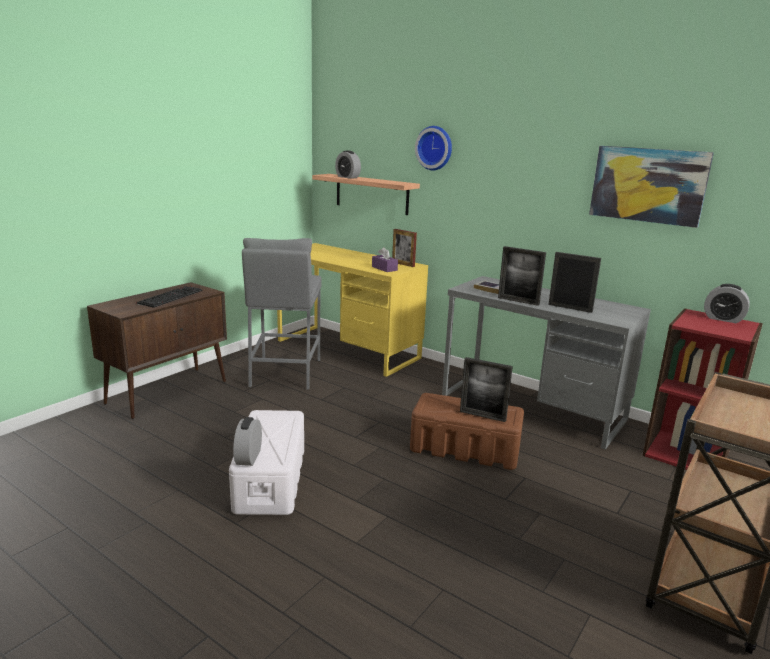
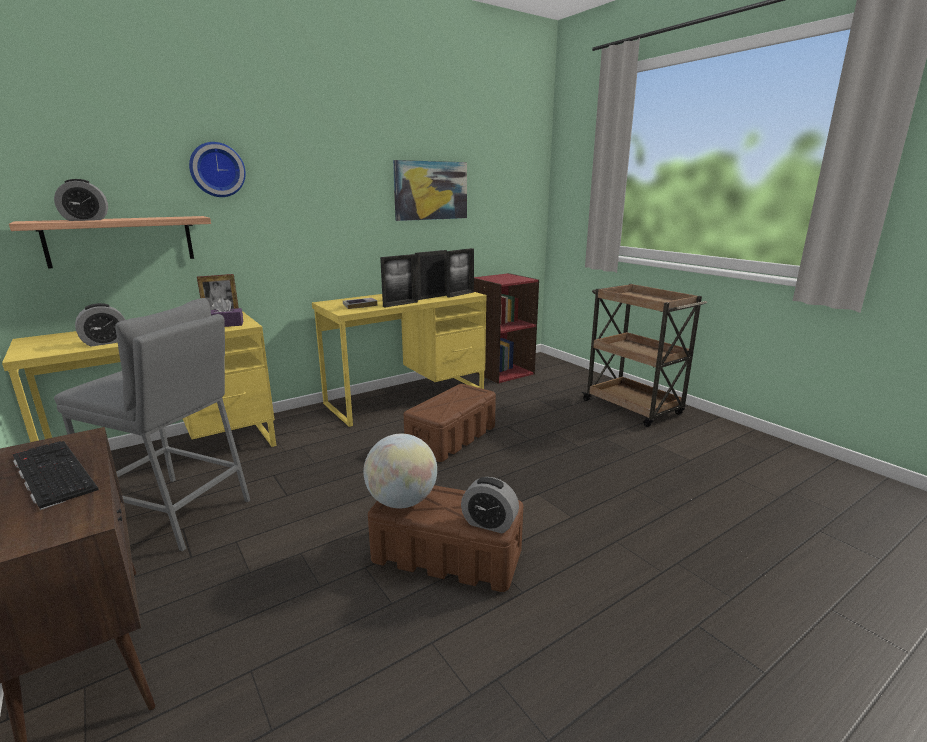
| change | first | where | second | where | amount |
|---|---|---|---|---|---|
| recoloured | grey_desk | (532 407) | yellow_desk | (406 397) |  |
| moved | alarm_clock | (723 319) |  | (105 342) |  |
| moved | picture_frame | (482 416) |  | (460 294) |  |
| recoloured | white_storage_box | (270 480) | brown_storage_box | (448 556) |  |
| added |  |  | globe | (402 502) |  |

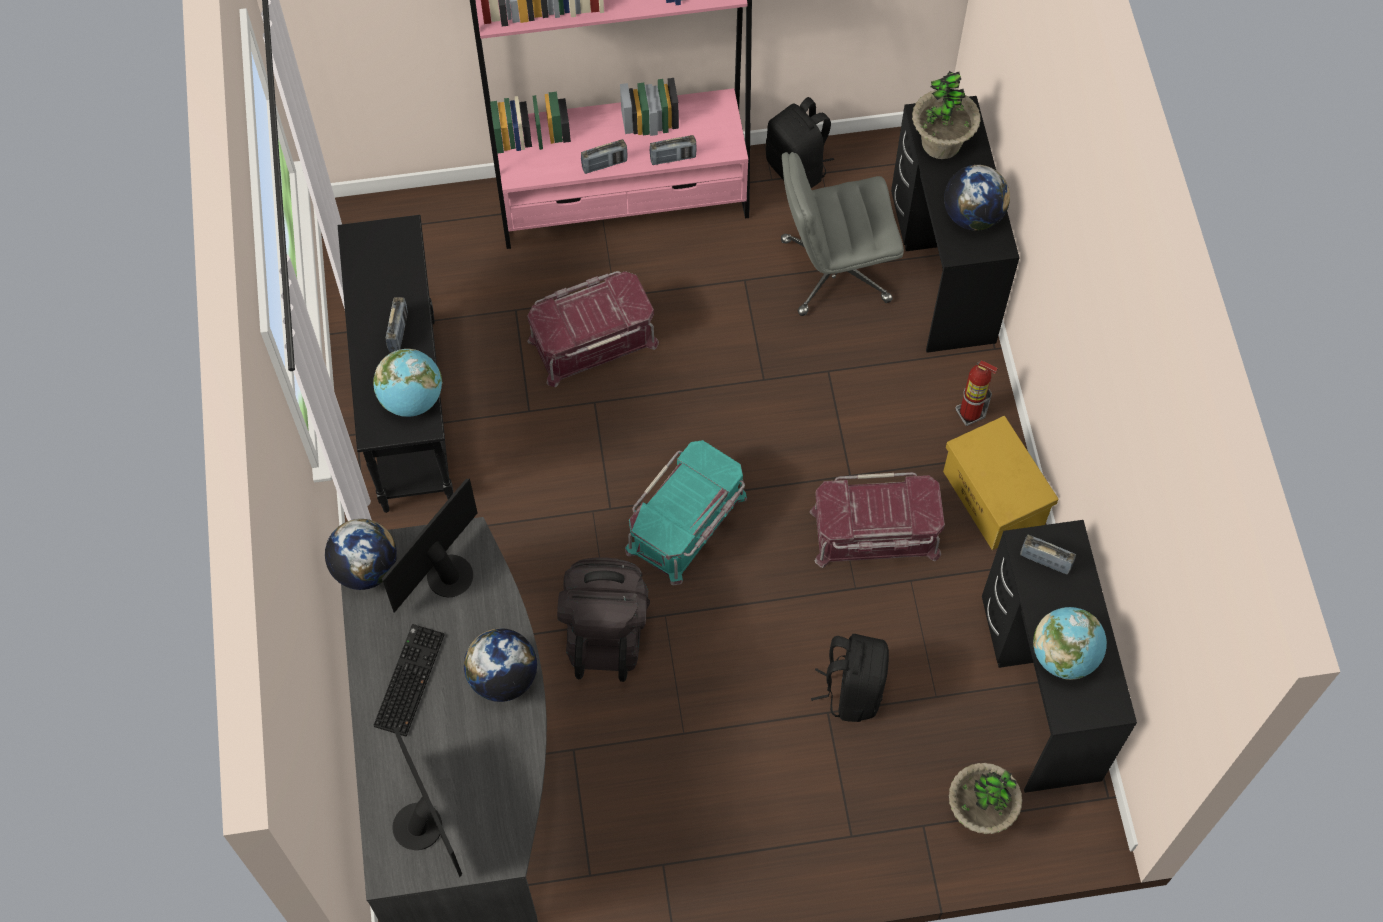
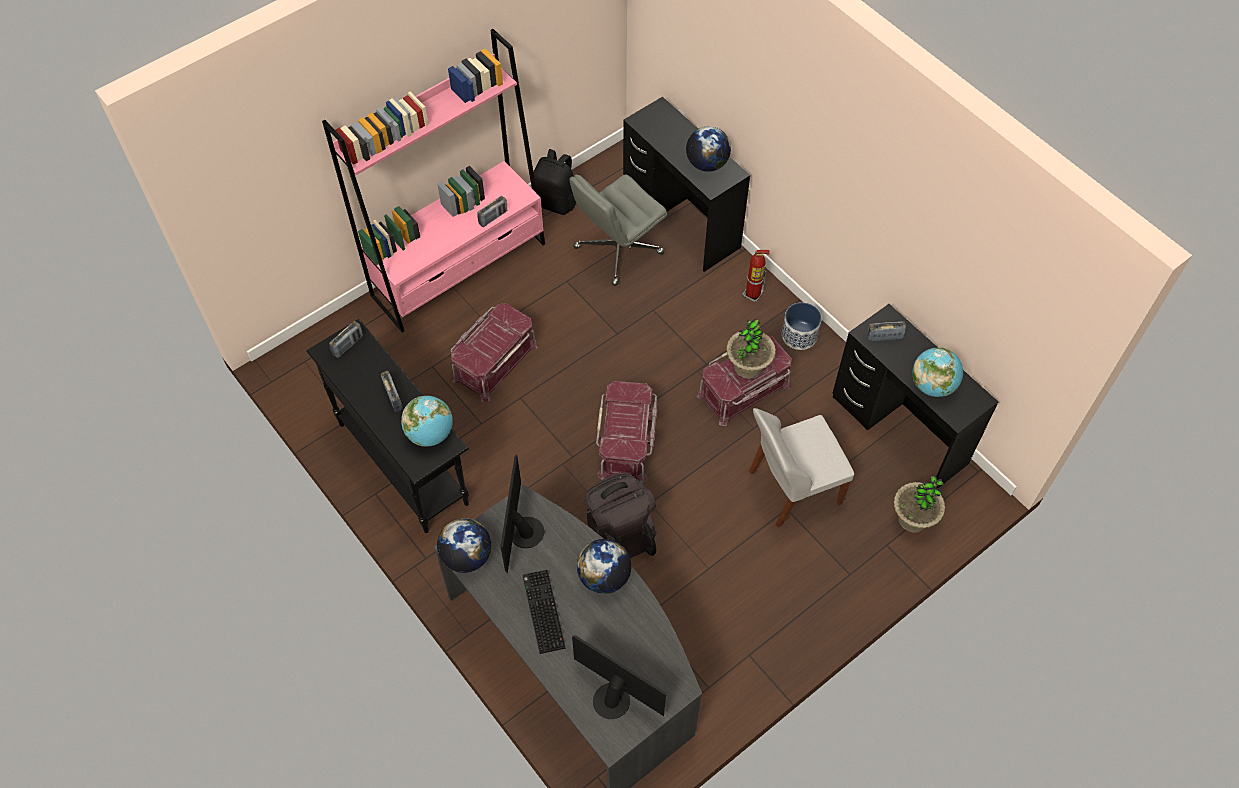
| change | first | where | second | where | amount |
|---|---|---|---|---|---|
| moved | potted_plant | (941 143) |  | (748 367) |  |
| moved | radio | (604 164) |  | (348 345) |  |
| replaced | yellow_storage_box | (994 498) | planter | (799 335) |  |
| recoloured | turquoise_storage_box | (687 524) | red_storage_box | (627 441) |  |
| replaced | black_backpack | (852 690) | white_chair | (792 488) |  |

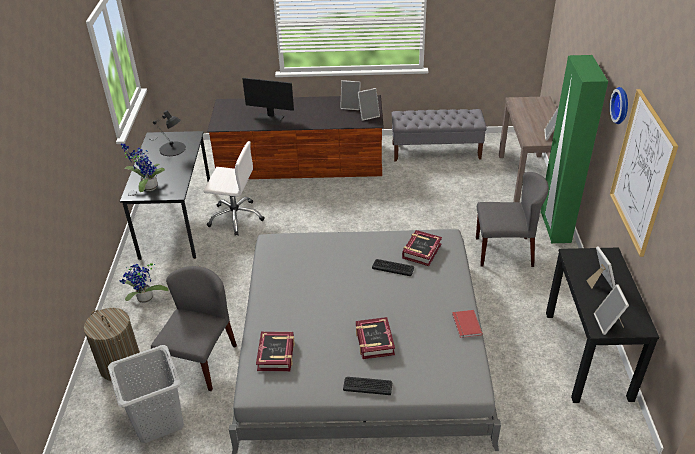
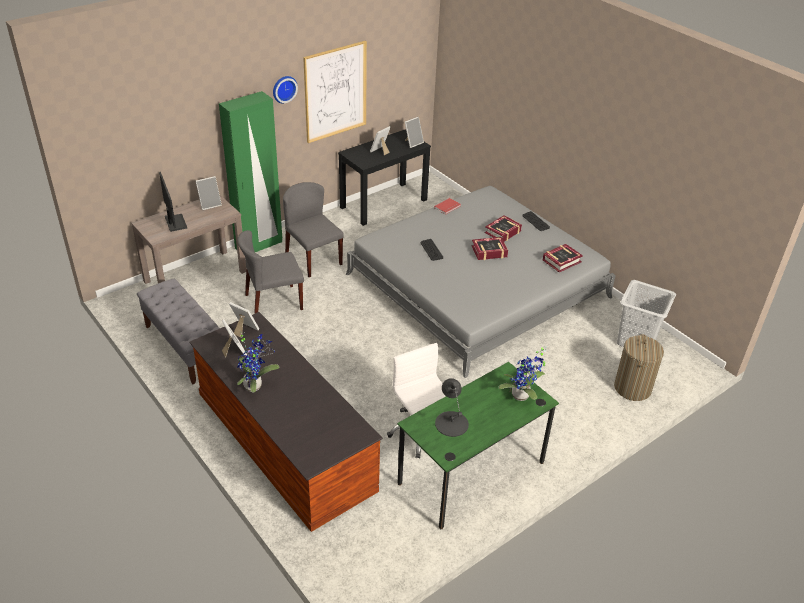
| change | first | where | second | where | amount |
|---|---|---|---|---|---|
| moved | monitor | (269 119) |  | (175 222) |  |
| recoloured | black_desk | (177 222) | green_desk | (471 473) |  |
| moved | book | (421 251) |  | (489 252) |  |
| moved | potted_plant | (145 300) |  | (255 385) |  |
| moved | grey_chair | (200 361) |  | (273 302) |  |

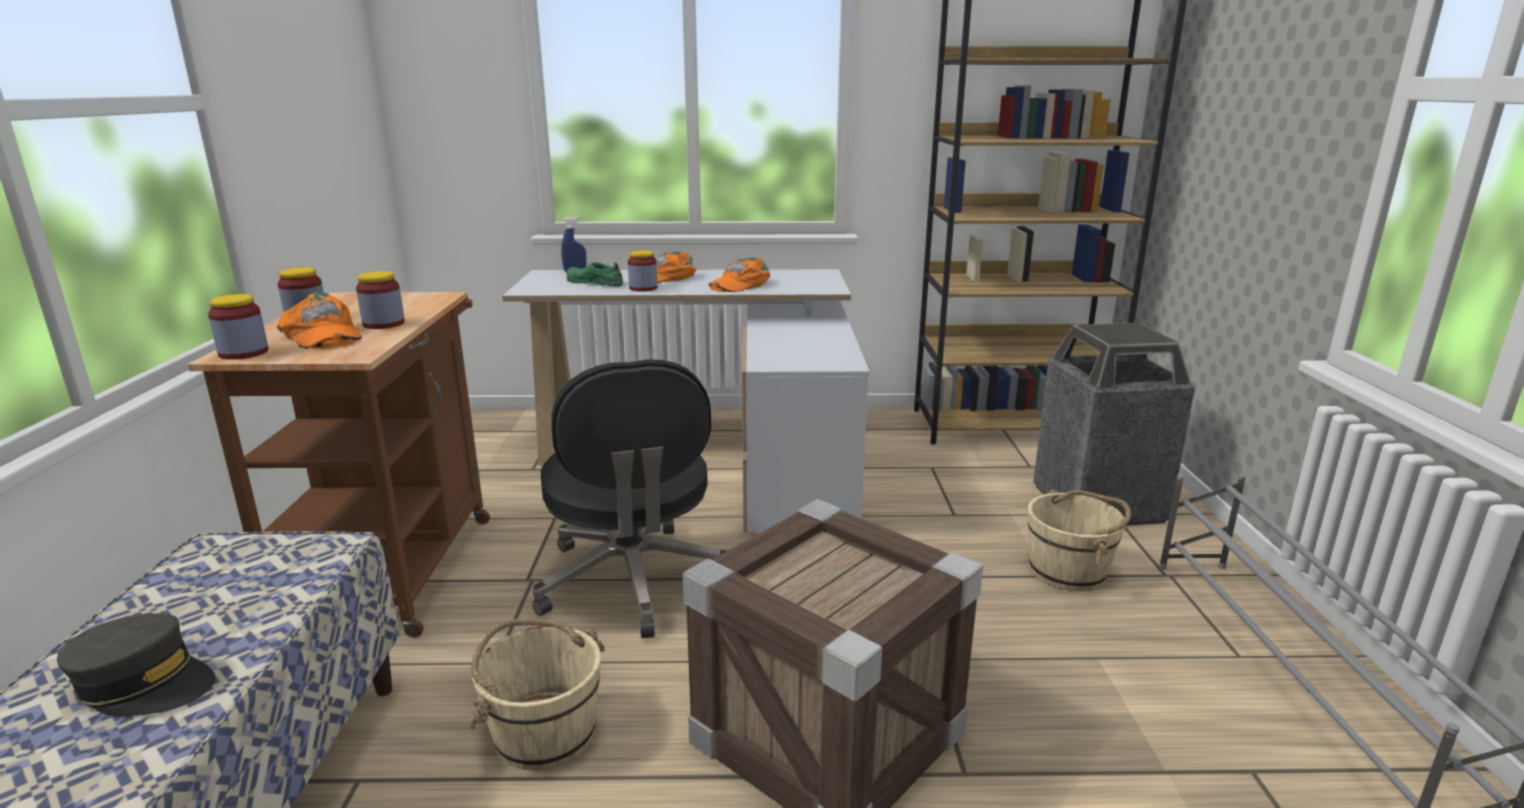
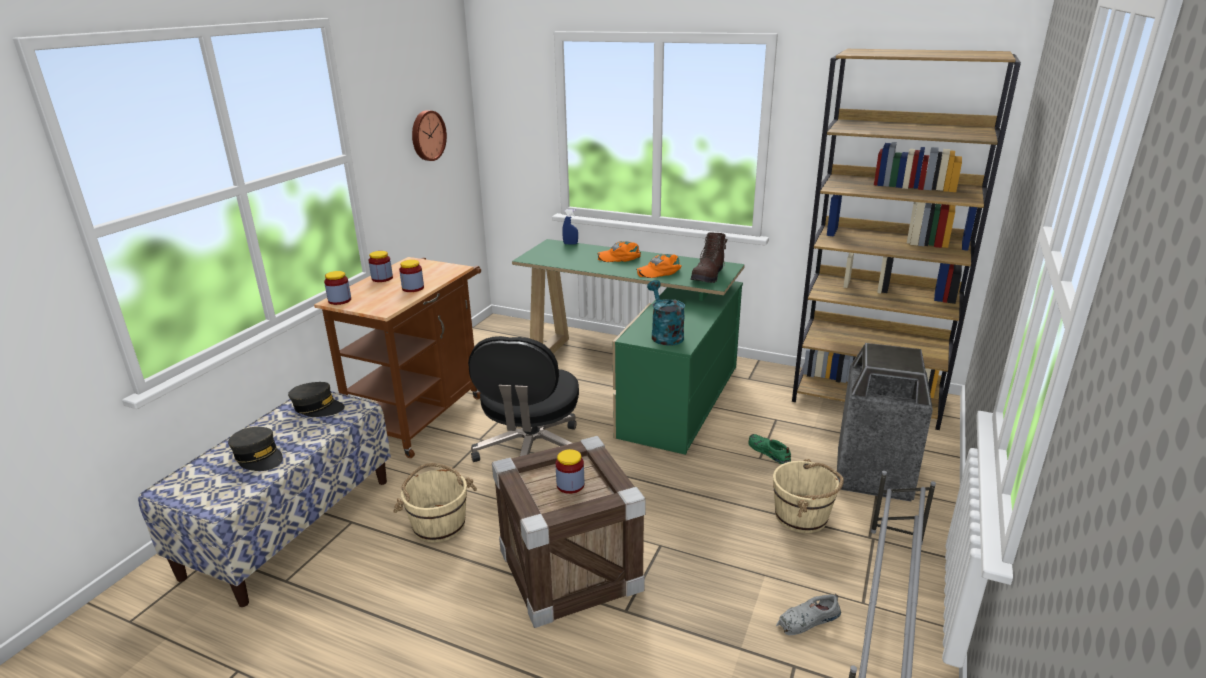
| change | first | where | second | where | amount |
|---|---|---|---|---|---|
| moved | jar | (643 288) |  | (570 485) |  |
| moved | green_shoe | (594 282) |  | (768 452) |  |
| recoloured | white_desk | (716 456) | green_desk | (637 381) |  |
| removed | orange_cap | (321 335) |  |  |  |
| added |  |  | wall_clock | (427 135) |  |
| added |  |  | brown_boot | (708 276) |  |
| added |  |  | turquoise_watering_can | (664 334) |  |
| added |  |  | grey_cap | (317 407) |  |
| added |  |  | grey_shoe | (807 620) |  |

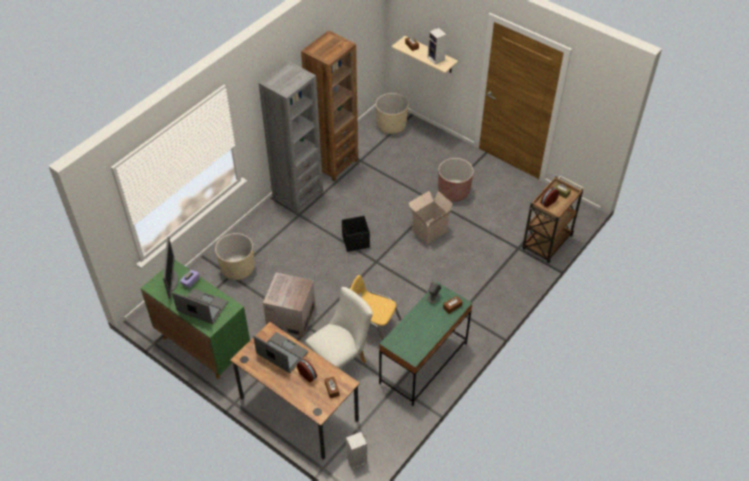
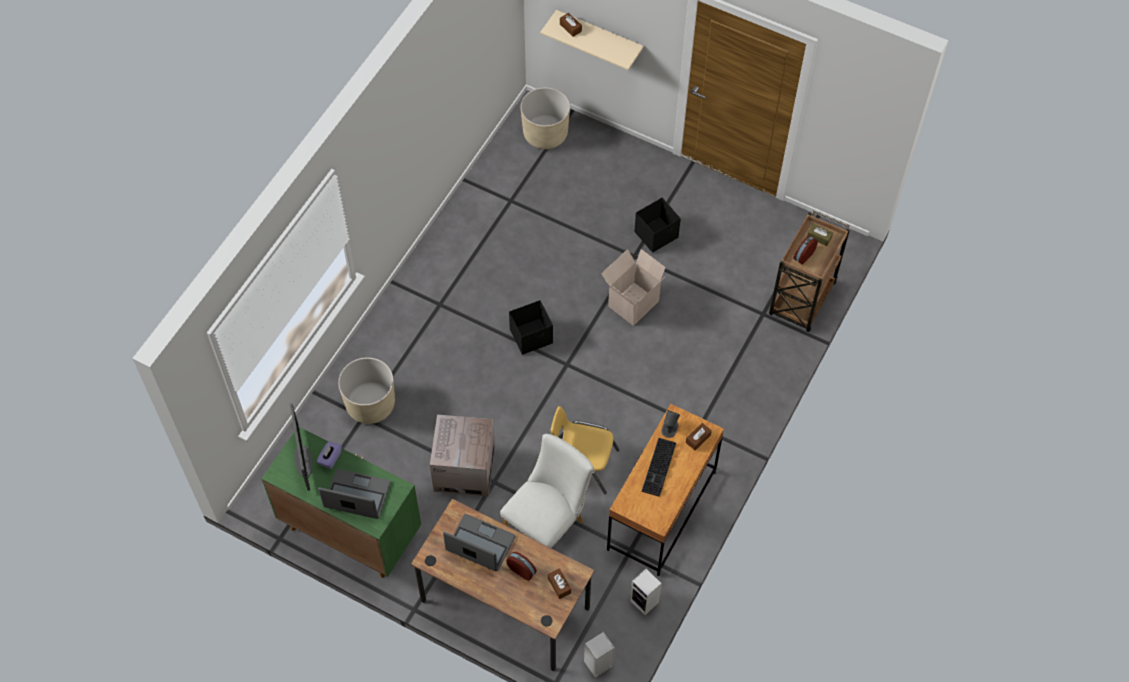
| change | first | where | second | where | amount |
|---|---|---|---|---|---|
| moved | speaker | (436 59) |  | (645 602) |  |
| removed | brown_bookcase | (333 163) |  |  |  |
| removed | grey_bookcase | (298 195) |  |  |  |
| replaced | brown_planter | (453 192) | black_storage_box | (657 235) |  |
| recoloured | green_desk | (423 363) | brown_desk | (661 511) |  |
| added |  |  | keyboard | (659 468) |  |

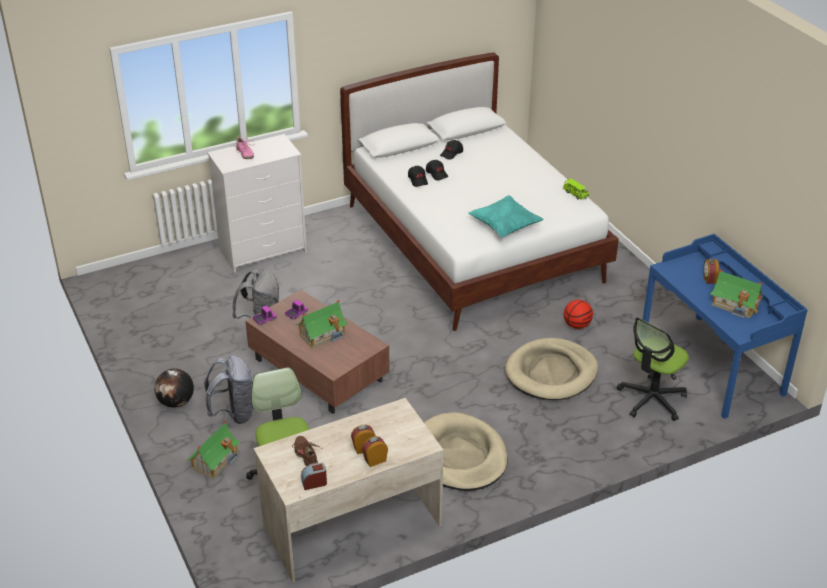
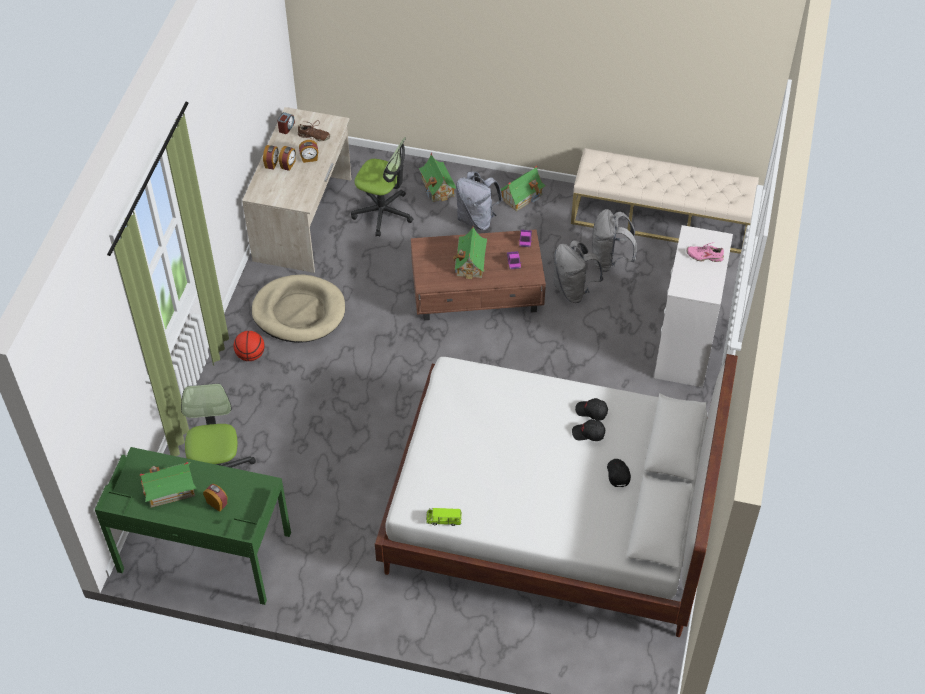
| change | first | where | second | where | amount |
|---|---|---|---|---|---|
| removed | turquoise_pillow | (505 226) |  |  |  |
| recoloured | blue_desk | (712 364) | green_desk | (204 553) |  |
| moved | basketball | (577 325) |  | (250 355) |  |
| removed | beige_dog_bed | (551 373) |  |  |  |
| replaced | globe | (176 402) | toy_house | (522 196) |  |
| added |  |  | alarm_clock | (309 158) |  |
| added |  |  | beige_bench | (661 219) |  |
| added |  |  | grey_backpack | (610 260) |  |

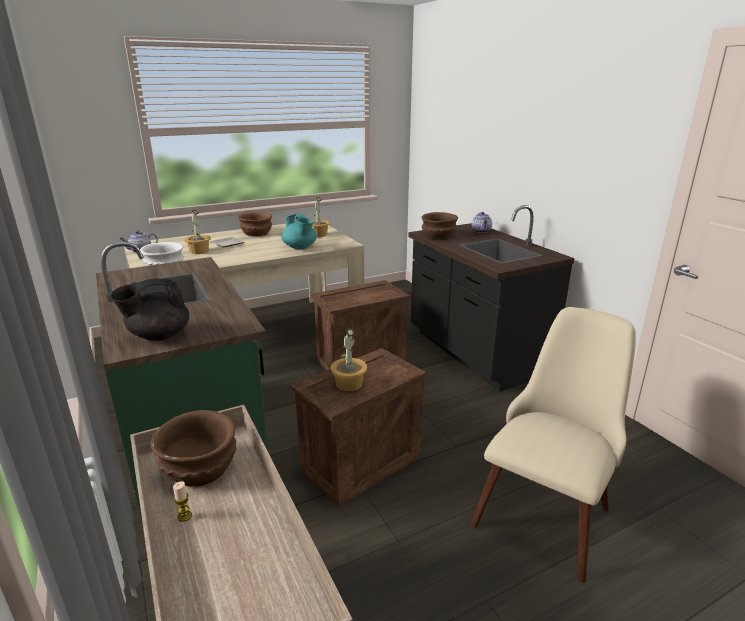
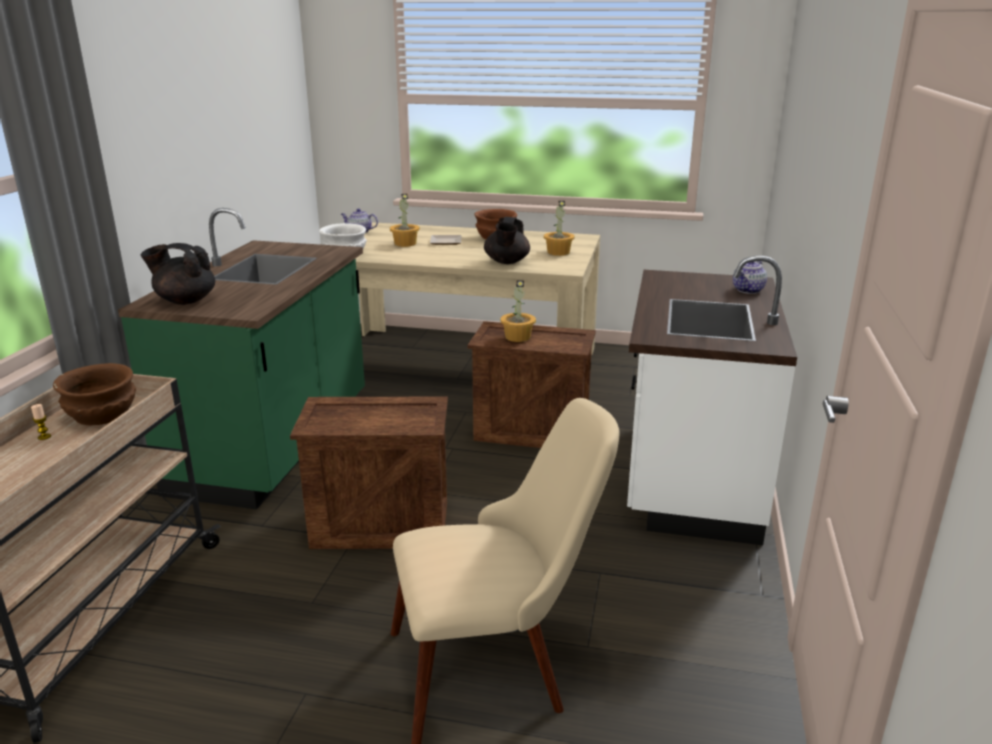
| change | first | where | second | where | amount |
|---|---|---|---|---|---|
| recoloured | black_counter | (474 353) | white_counter | (689 476) |  |
| removed | brown_bowl | (438 236) |  |  |  |
| recoloured | turquoise_teapot | (300 247) | black_teapot | (506 262) |  |
| moved | potted_plant | (349 384) |  | (518 337) |  |

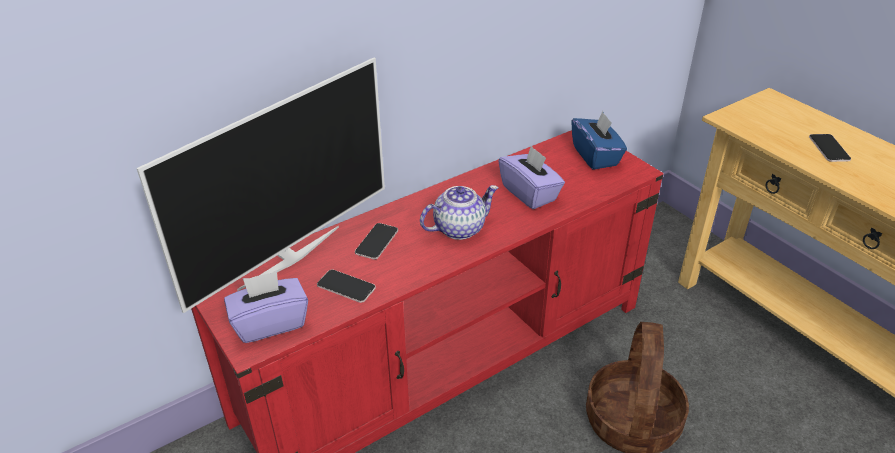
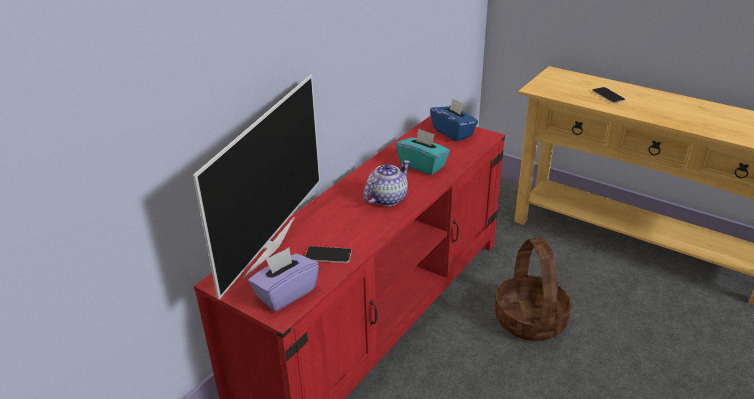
| change | first | where | second | where | amount |
|---|---|---|---|---|---|
| recoloured | purple_tissue_box | (530 193) | turquoise_tissue_box | (422 165) |  |
| removed | phone | (376 242) |  |  |  |

